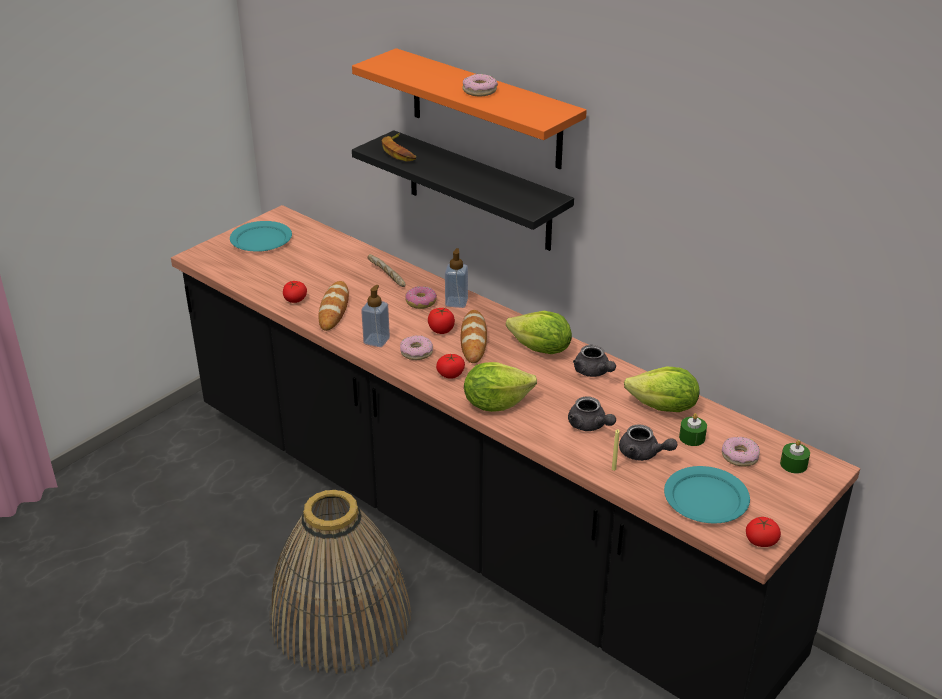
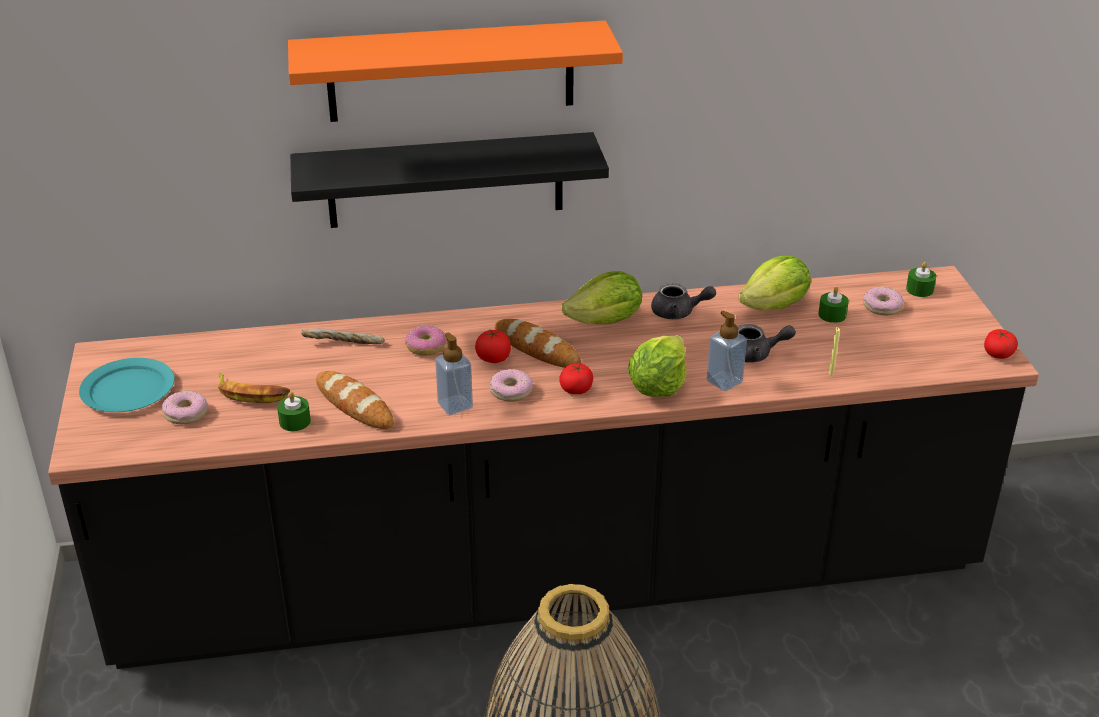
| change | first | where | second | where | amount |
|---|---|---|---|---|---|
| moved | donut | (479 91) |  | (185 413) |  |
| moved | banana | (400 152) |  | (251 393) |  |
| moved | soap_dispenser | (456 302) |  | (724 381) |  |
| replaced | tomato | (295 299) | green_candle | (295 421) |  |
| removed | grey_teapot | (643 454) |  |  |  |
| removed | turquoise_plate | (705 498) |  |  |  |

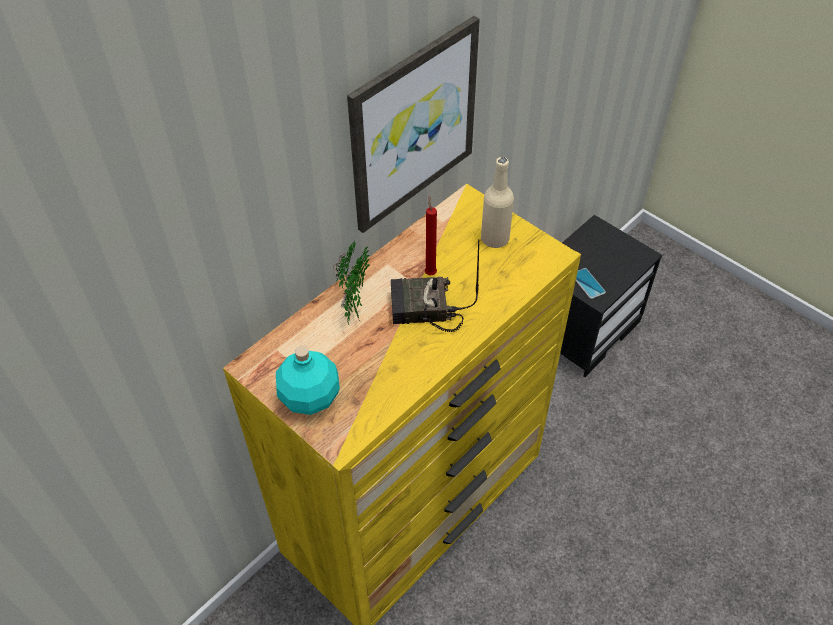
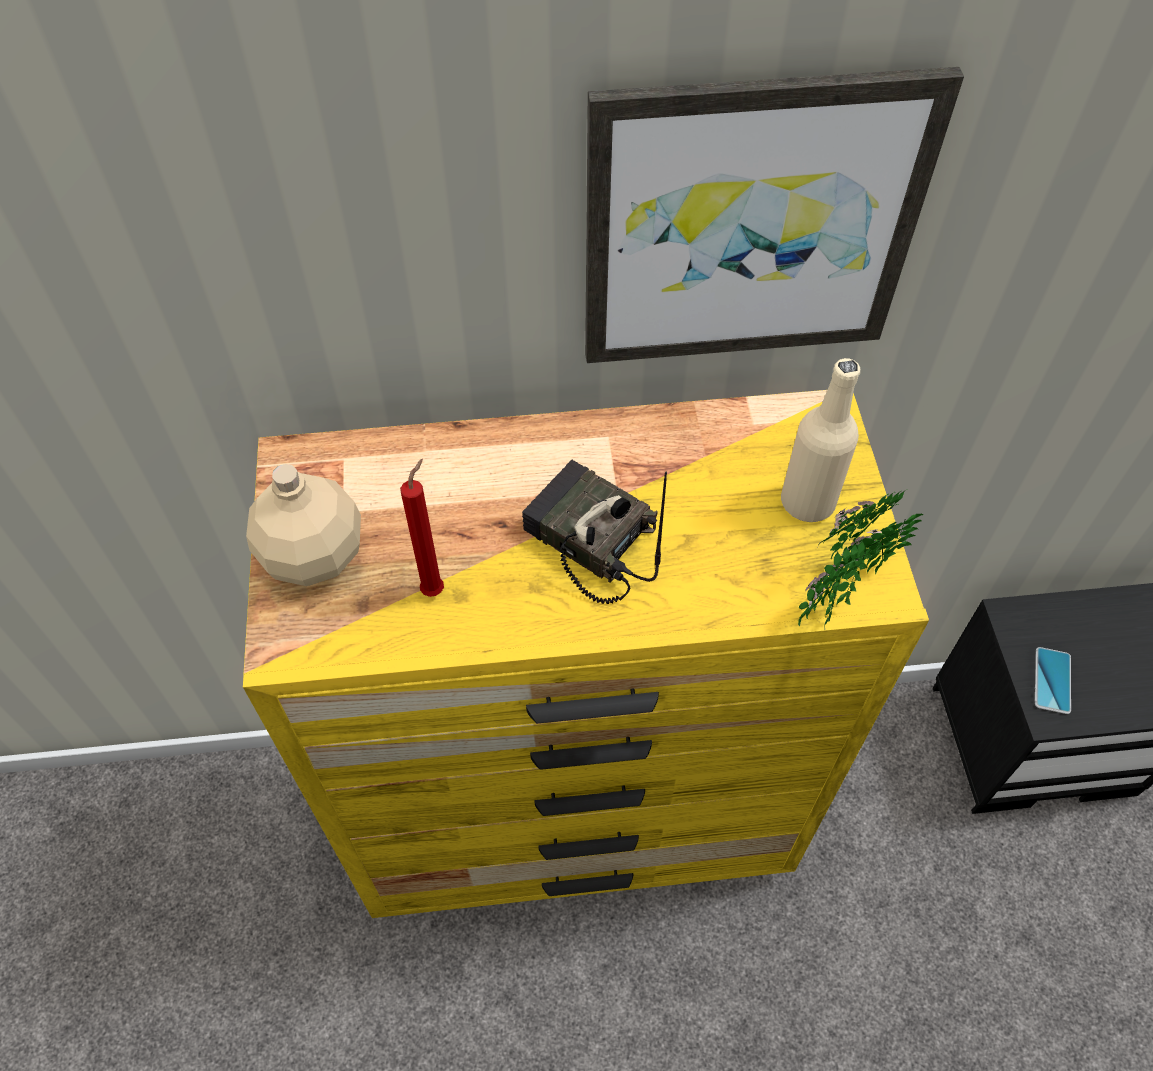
| change | first | where | second | where | amount |
|---|---|---|---|---|---|
| moved | red_candle | (430 272) |  | (435 588) |  |
| moved | potted_plant | (353 305) |  | (838 592) |  |
| recoloured | turquoise_bottle | (310 398) | beige_bottle | (313 557) |  |

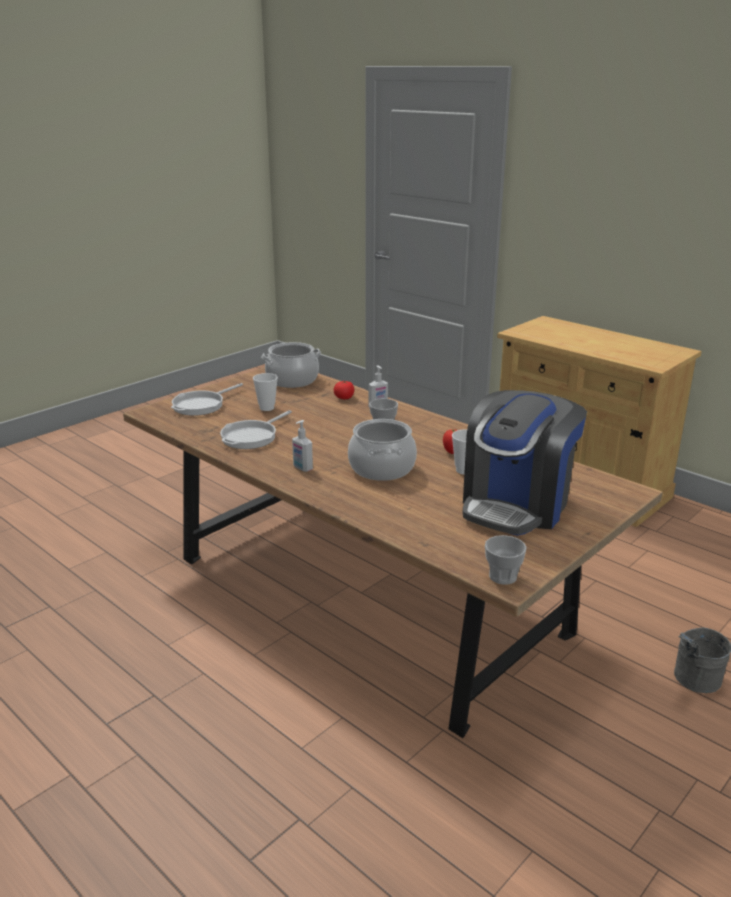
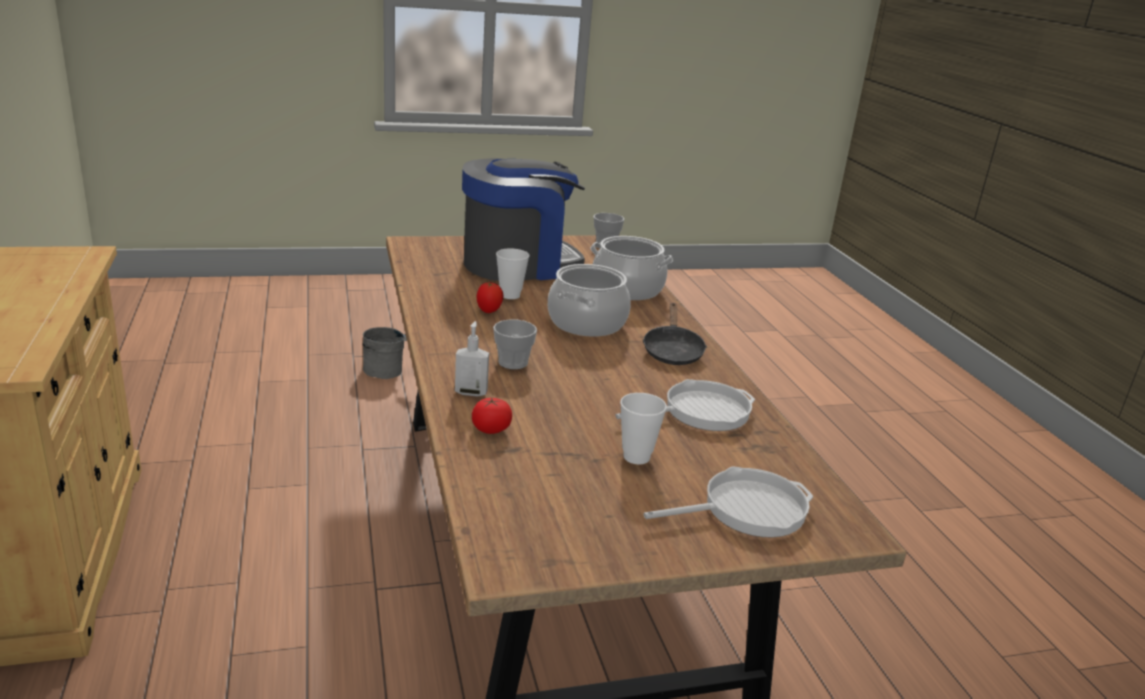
| change | first | where | second | where | amount |
|---|---|---|---|---|---|
| moved | cooking_pot | (292 380) |  | (627 289) |  |
| replaced | soap_dispenser | (302 468) | black_frying_pan | (672 351) |  |

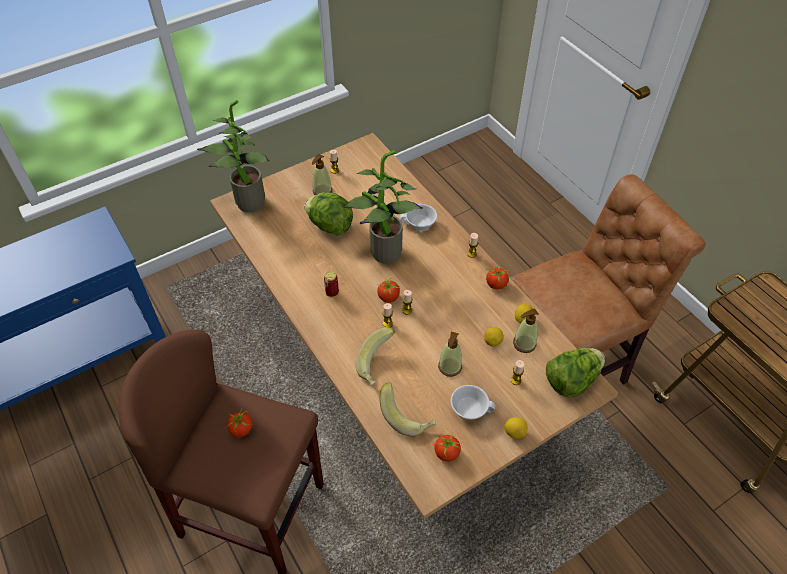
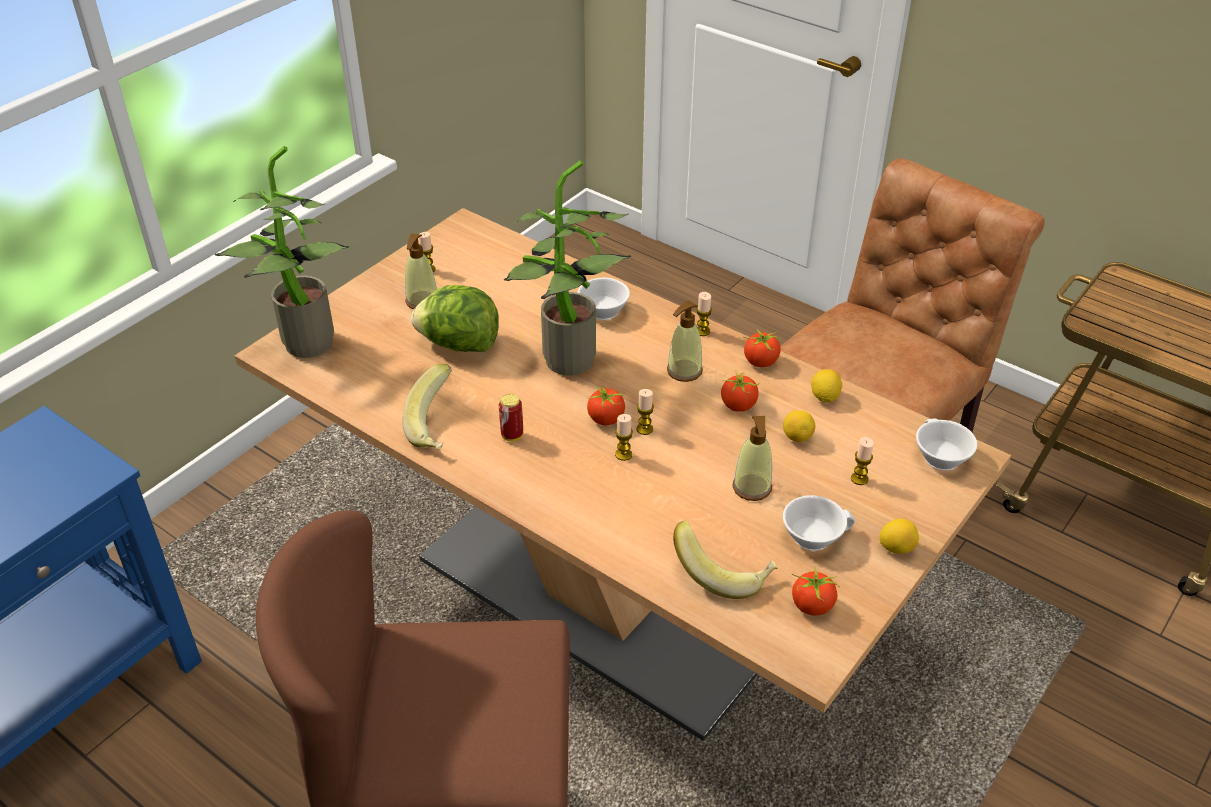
| change | first | where | second | where | amount |
|---|---|---|---|---|---|
| moved | soap_dispenser | (524 344) |  | (684 371) |  |
| moved | banana | (377 364) |  | (437 427) |  |
| replaced | lettuce | (571 380) | white_cup | (938 457) |  |
| moved | tomato | (241 430) |  | (738 406) |  |

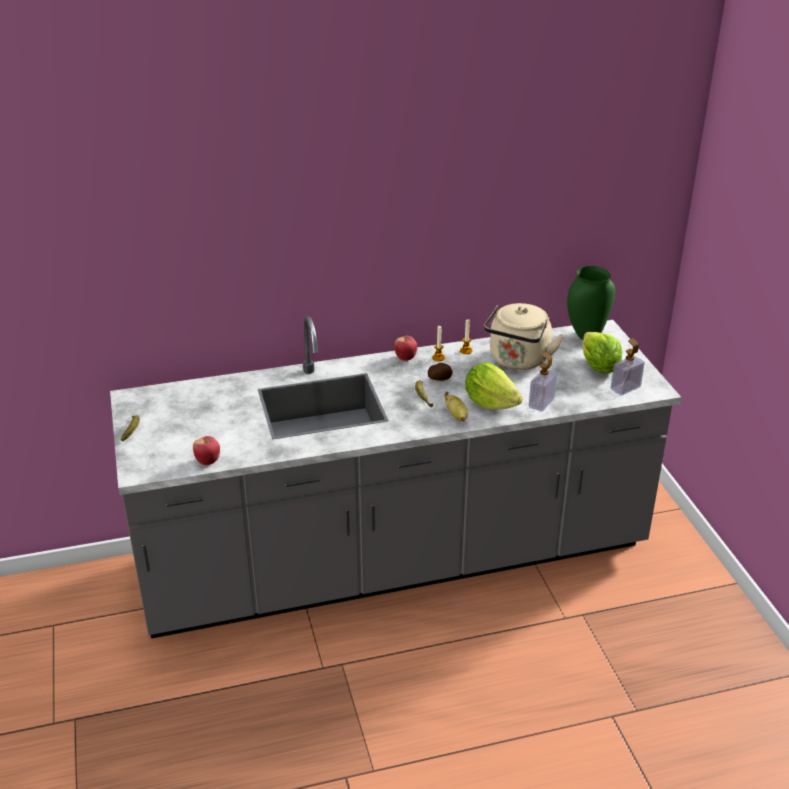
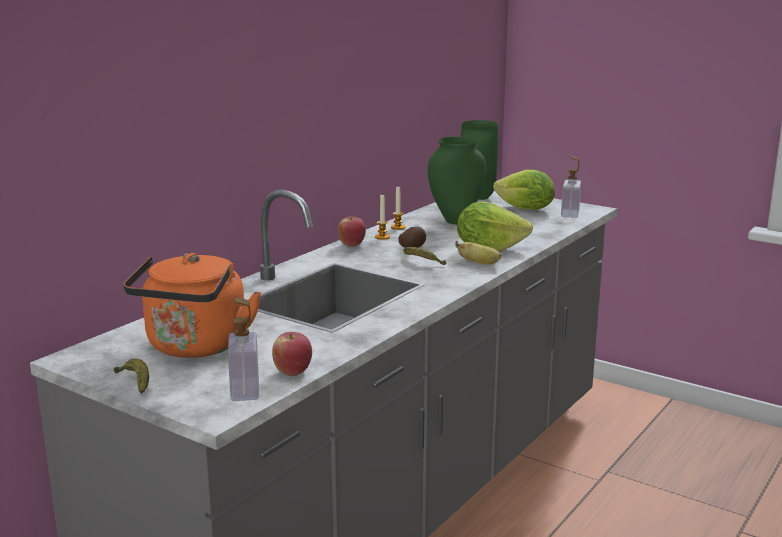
| change | first | where | second | where | amount |
|---|---|---|---|---|---|
| replaced | beige_kettle | (518 361) | green_vase | (455 222) |  |
| moved | soap_dispenser | (541 402) |  | (245 390) |  |
| added |  |  | orange_kettle | (195 347) |  |

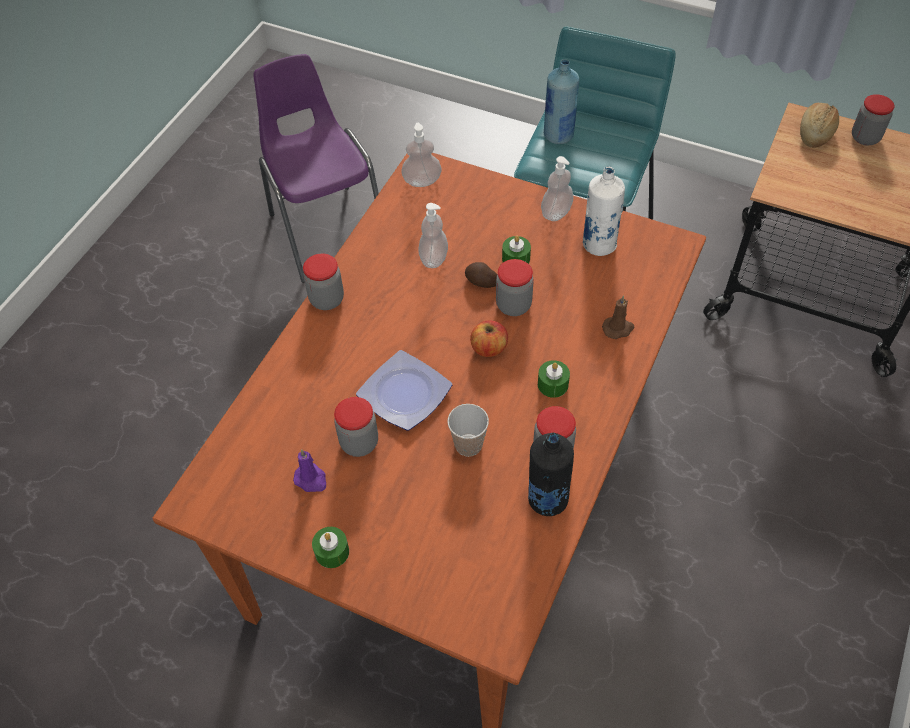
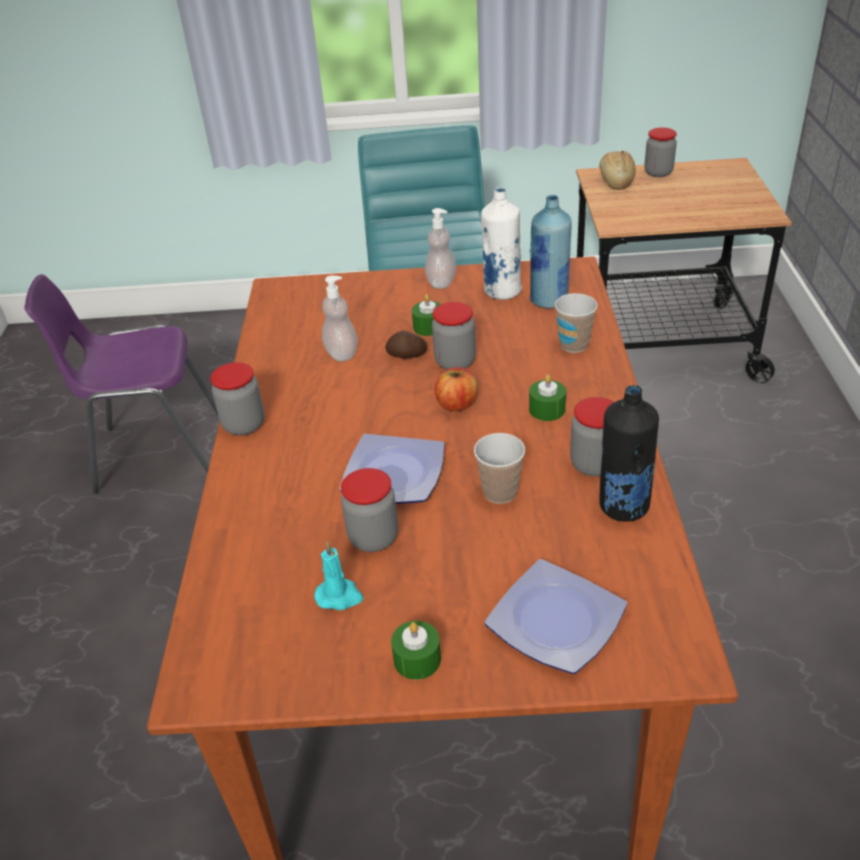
| change | first | where | second | where | amount |
|---|---|---|---|---|---|
| turned | purple_chair | (327 230) |  | (156 452) | 45 degrees counterclockwise |
| moved | blue_bottle | (558 135) |  | (549 300) |  |
| removed | soap_dispenser | (422 181) |  |  |  |
| replaced | brown_candle | (618 328) | cup | (574 345) |  |
| recoloured | purple_candle | (311 479) | turquoise_candle | (339 596) |  |
| added |  |  | plate | (555 619) |  |

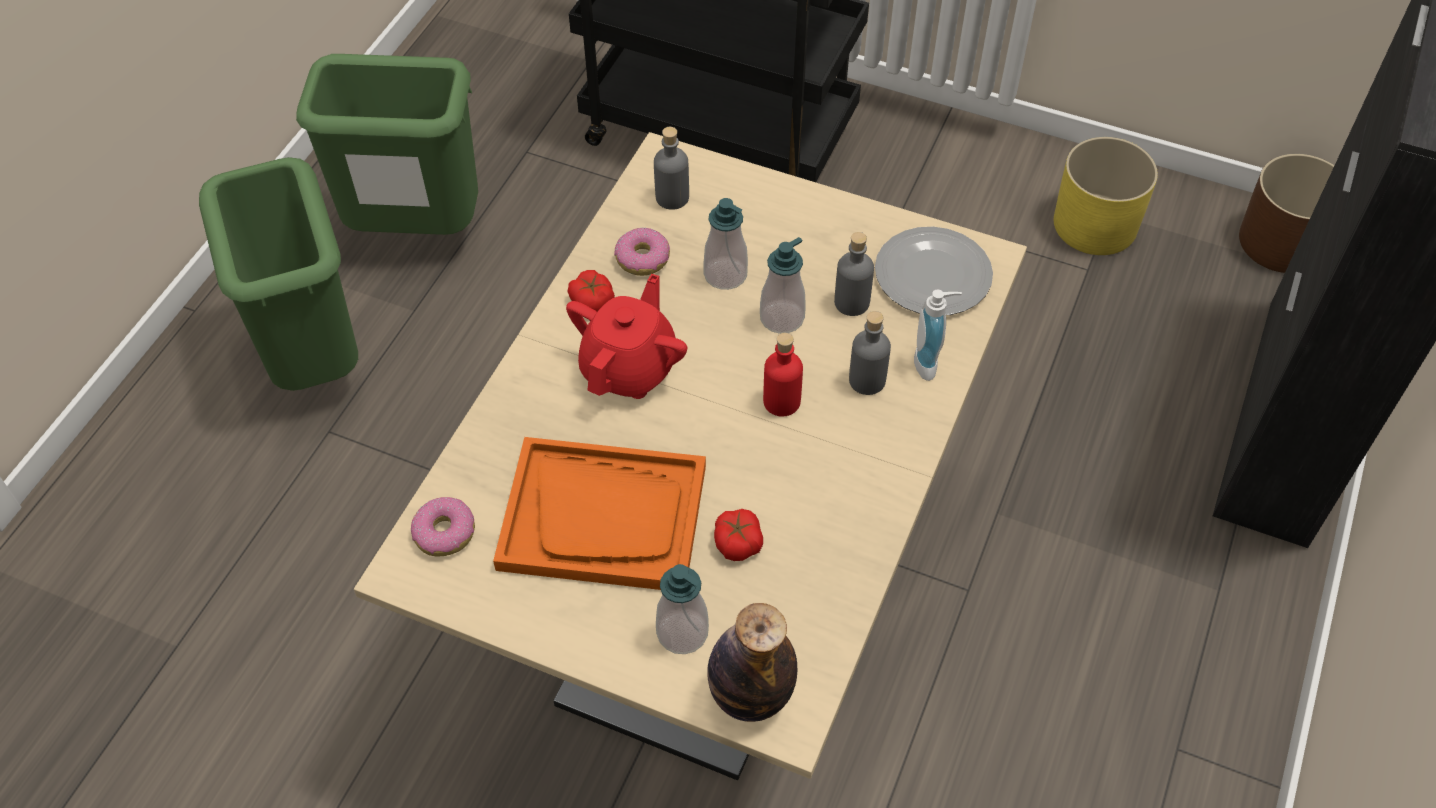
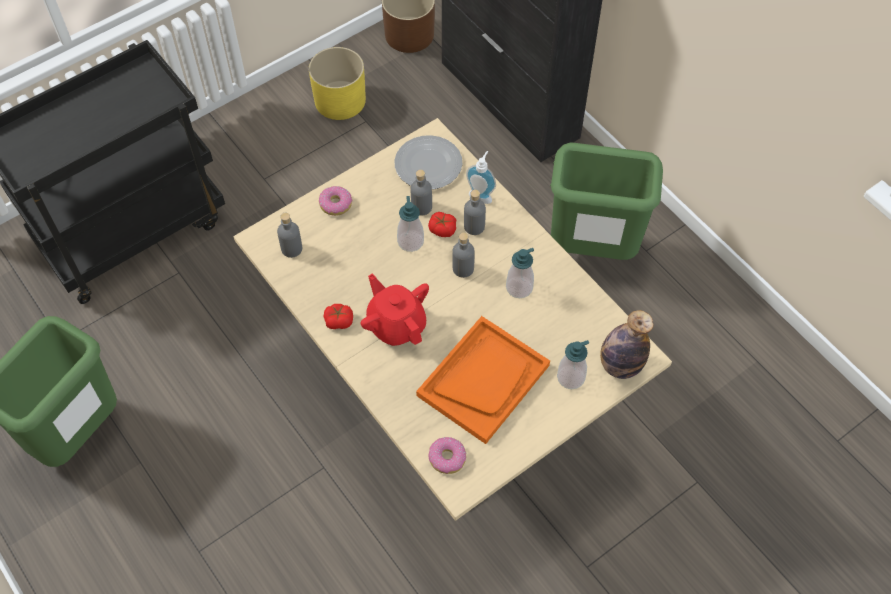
| change | first | where | second | where | amount |
|---|---|---|---|---|---|
| moved | green_trash_can | (313 360) |  | (591 251) |  |
| moved | soap_dispenser | (725 275) |  | (519 287) |  |
| moved | donut | (643 259) |  | (336 204) |  |
| recoloured | red_bottle | (781 401) | grey_bottle | (463 268) |  |
| moved | tomato | (737 542) |  | (442 229) |  |

